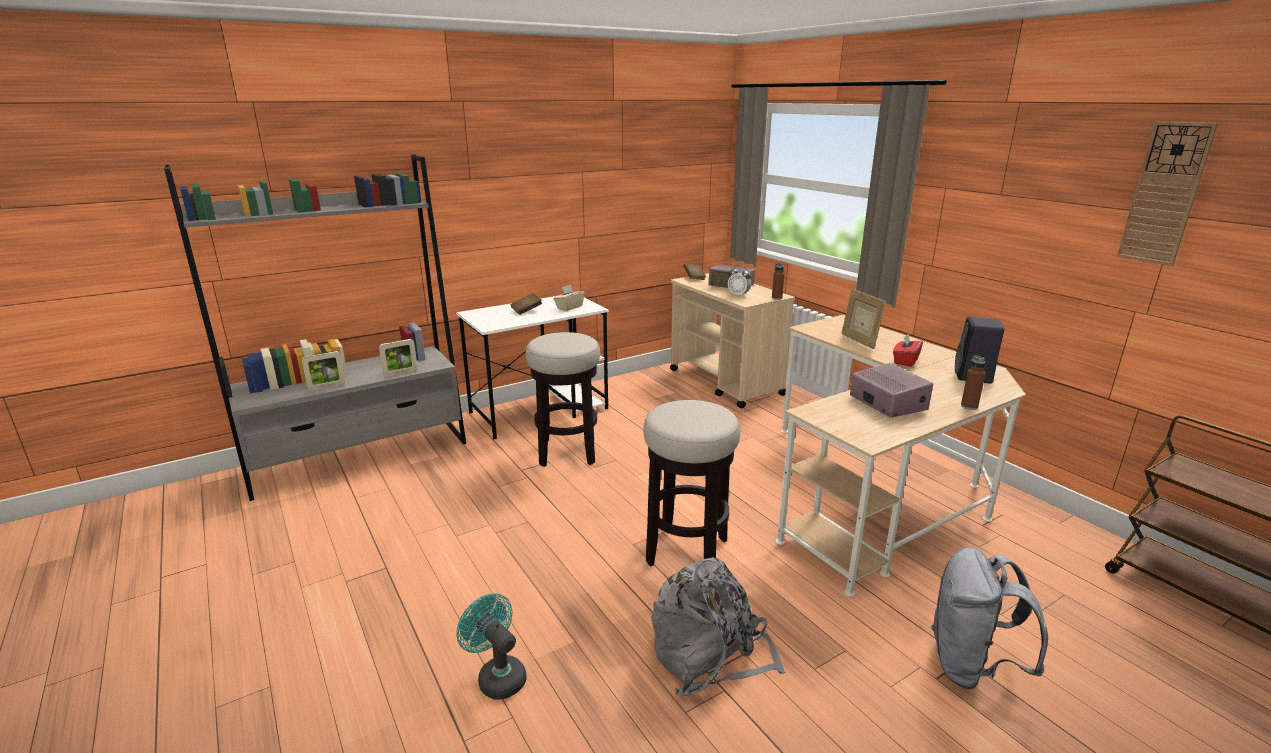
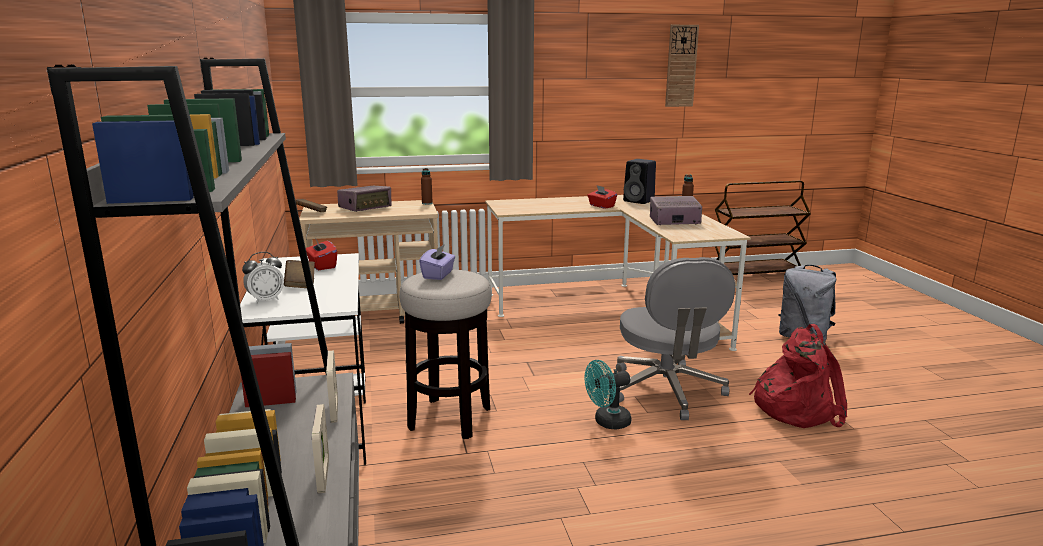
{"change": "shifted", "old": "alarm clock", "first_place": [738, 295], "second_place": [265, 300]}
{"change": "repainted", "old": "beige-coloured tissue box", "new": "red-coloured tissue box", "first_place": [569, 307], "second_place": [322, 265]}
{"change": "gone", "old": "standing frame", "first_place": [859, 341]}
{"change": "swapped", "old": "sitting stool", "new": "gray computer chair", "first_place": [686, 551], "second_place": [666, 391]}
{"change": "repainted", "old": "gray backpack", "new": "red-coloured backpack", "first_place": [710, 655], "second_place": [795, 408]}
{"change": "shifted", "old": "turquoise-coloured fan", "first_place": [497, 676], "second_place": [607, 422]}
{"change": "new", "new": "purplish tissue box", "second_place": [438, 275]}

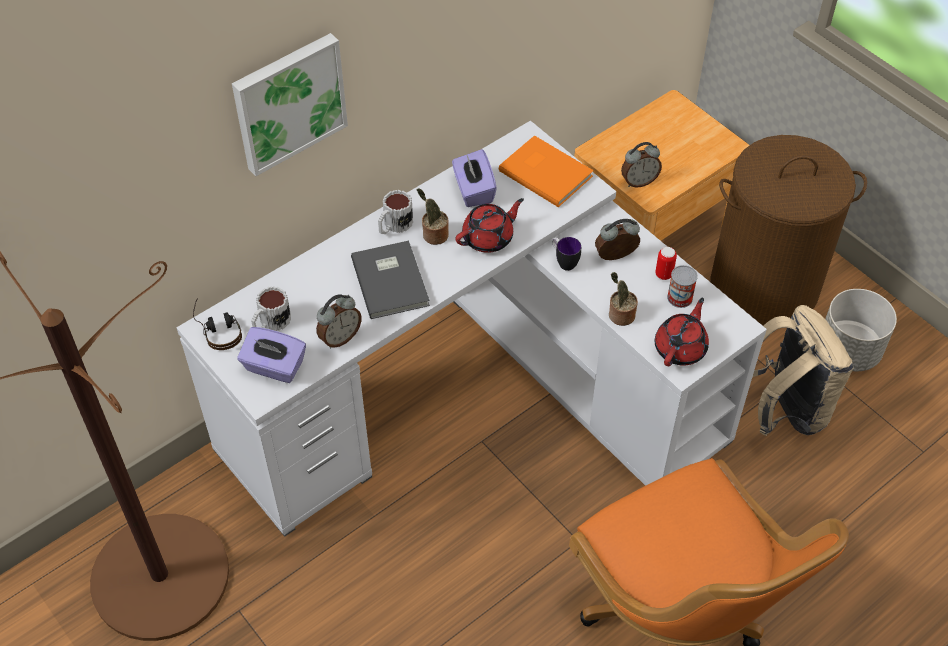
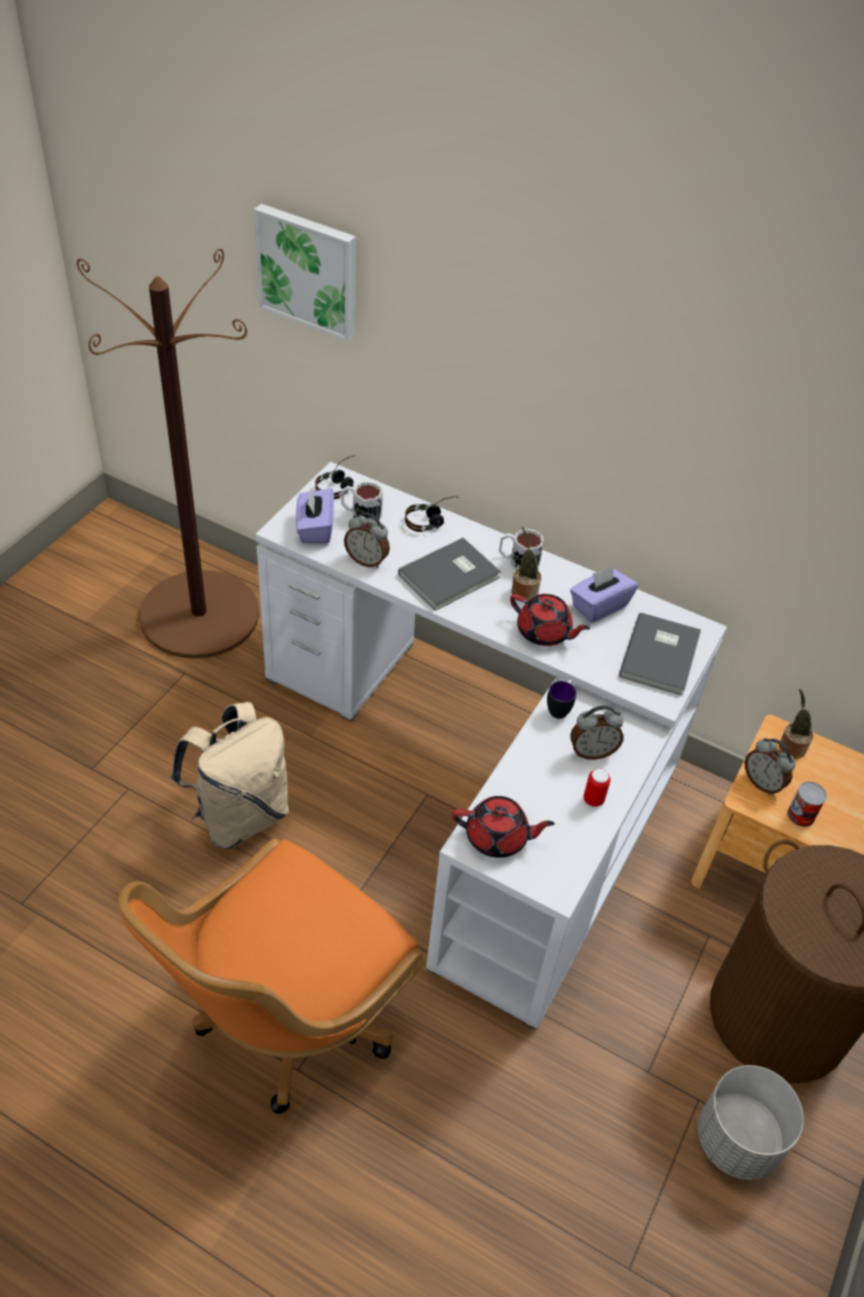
{"change": "shifted", "old": "wall art", "first_place": [288, 102], "second_place": [309, 271]}
{"change": "repainted", "old": "orangey volume", "new": "gray volume", "first_place": [546, 172], "second_place": [662, 655]}
{"change": "rotated", "old": "alarm clock", "first_place": [616, 257], "second_place": [592, 751], "degrees": 120}
{"change": "shifted", "old": "metal can", "first_place": [679, 297], "second_place": [801, 815]}
{"change": "shifted", "old": "potted plant", "first_place": [619, 315], "second_place": [790, 746]}
{"change": "shifted", "old": "beige-coloured backpack", "first_place": [783, 410], "second_place": [239, 815]}
{"change": "new", "new": "headset", "second_place": [432, 520]}

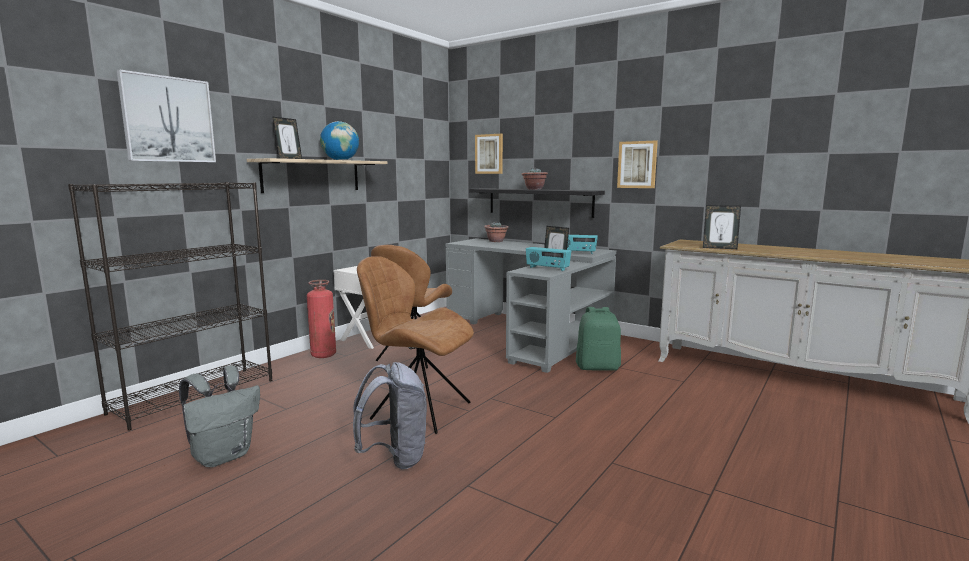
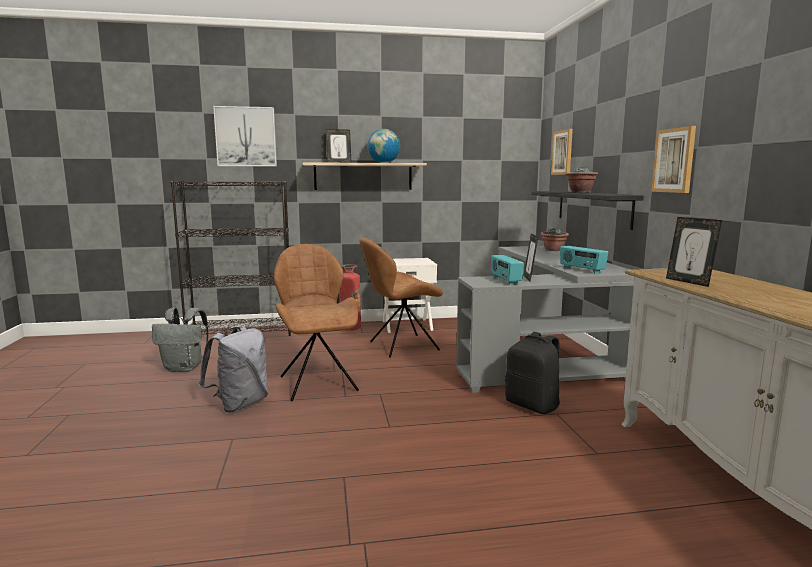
{"change": "repainted", "old": "greenish backpack", "new": "blackish backpack", "first_place": [598, 367], "second_place": [533, 405]}

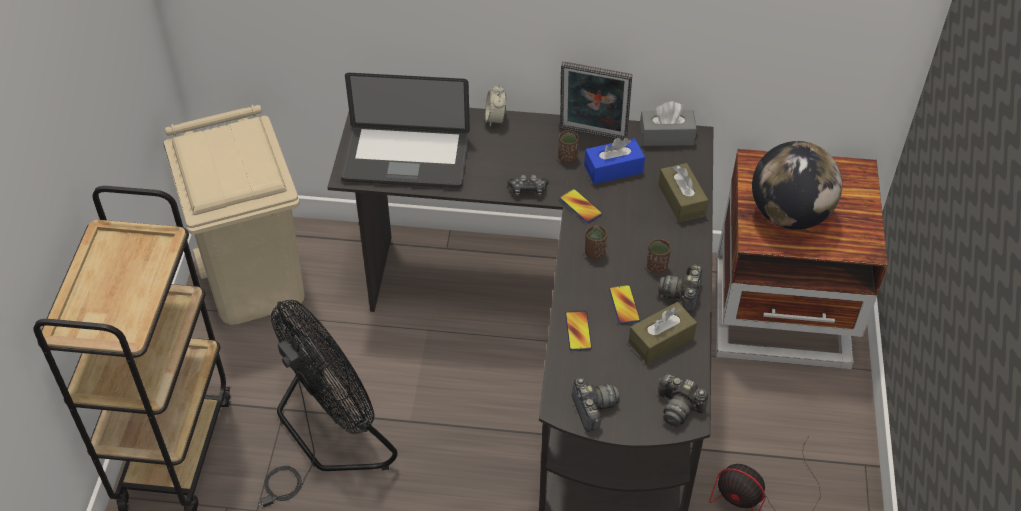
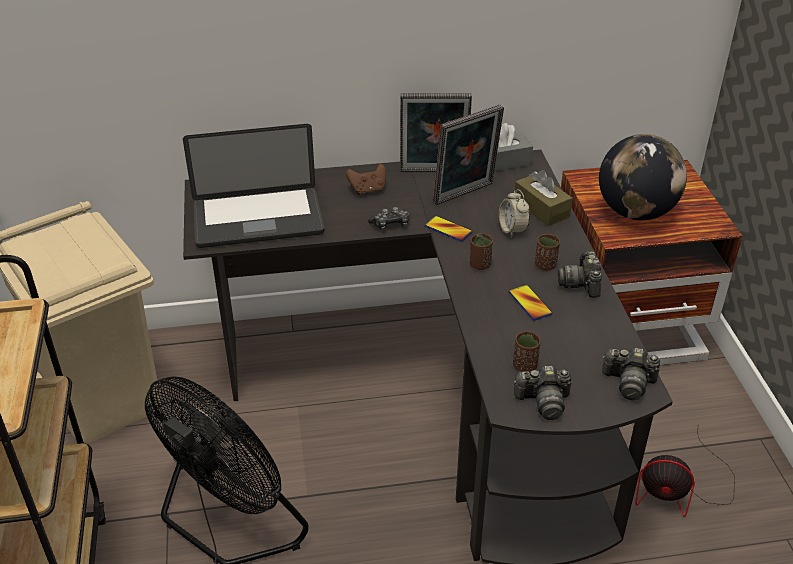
{"change": "shifted", "old": "alarm clock", "first_place": [495, 119], "second_place": [512, 230]}
{"change": "shifted", "old": "brown-coloured drinking cup", "first_place": [567, 157], "second_place": [525, 365]}
{"change": "swapped", "old": "bluish tissue box", "new": "standing frame", "first_place": [613, 169], "second_place": [465, 195]}
{"change": "gone", "old": "brown-coloured tissue box", "first_place": [661, 340]}
{"change": "gone", "old": "phone", "first_place": [578, 331]}
{"change": "rotated", "old": "still camera", "first_place": [593, 408], "second_place": [543, 402], "degrees": 120}
{"change": "new", "new": "brown-coloured gamepad", "second_place": [367, 189]}

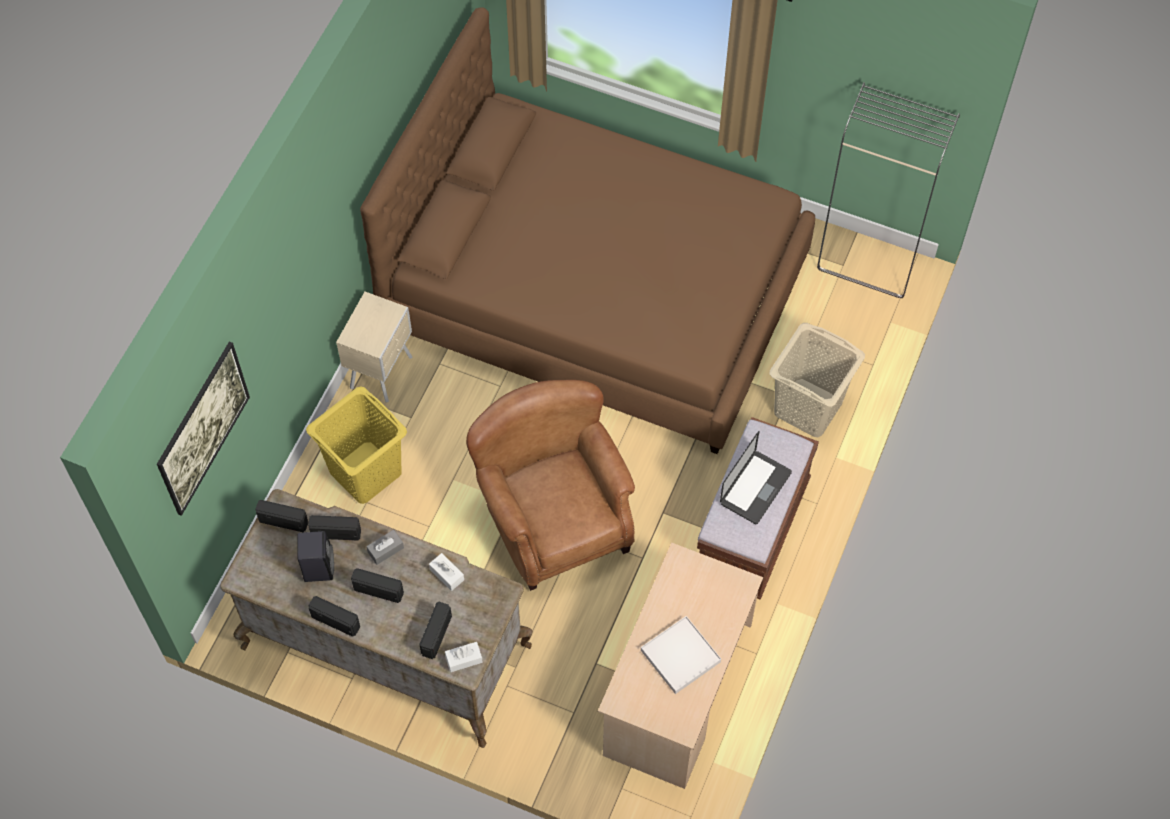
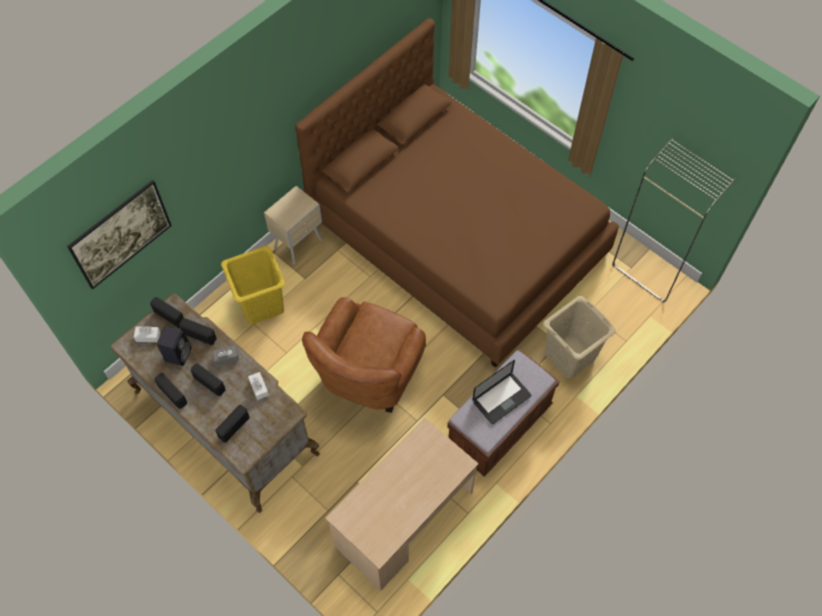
{"change": "rotated", "old": "brown-coloured armchair", "first_place": [554, 518], "second_place": [369, 374], "degrees": -150}
{"change": "gone", "old": "white serving tray", "first_place": [680, 656]}
{"change": "shifted", "old": "white tissue box", "first_place": [464, 659], "second_place": [148, 336]}

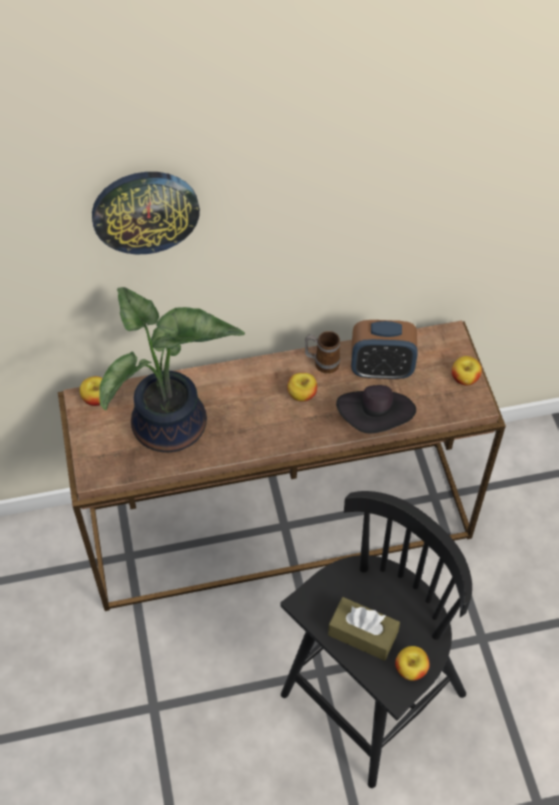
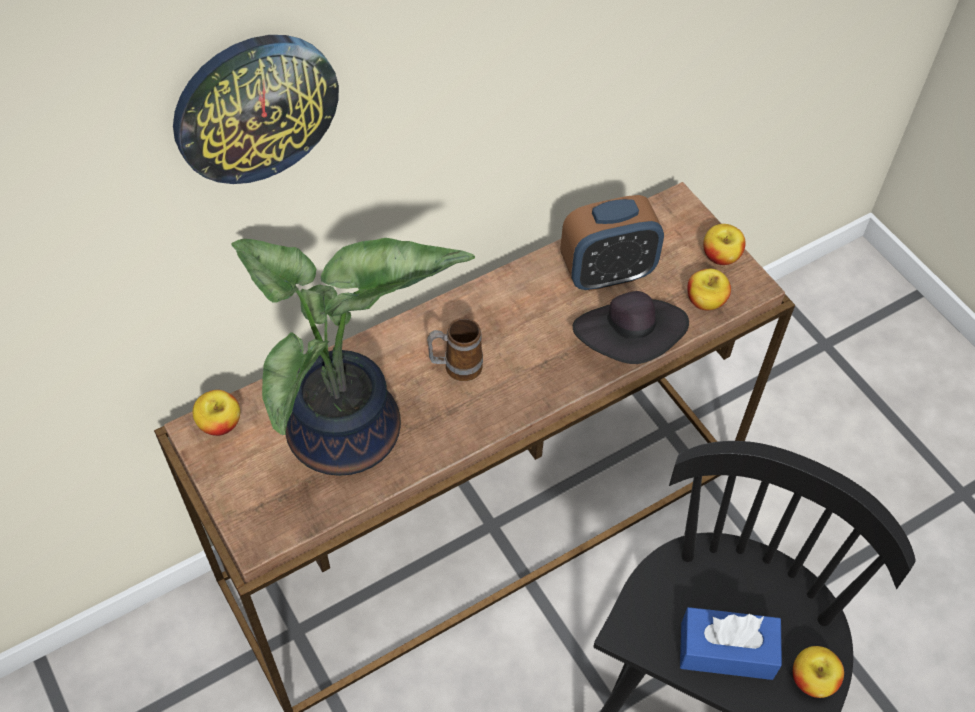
{"change": "shifted", "old": "coffee mug", "first_place": [321, 363], "second_place": [455, 367]}
{"change": "shifted", "old": "apple fruit", "first_place": [302, 394], "second_place": [705, 301]}
{"change": "repainted", "old": "brown-coloured tissue box", "new": "bluish tissue box", "first_place": [362, 634], "second_place": [726, 651]}

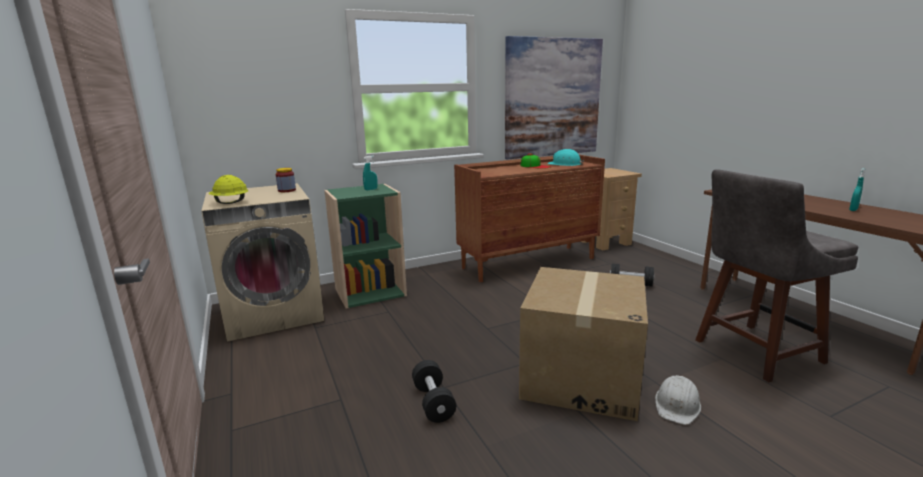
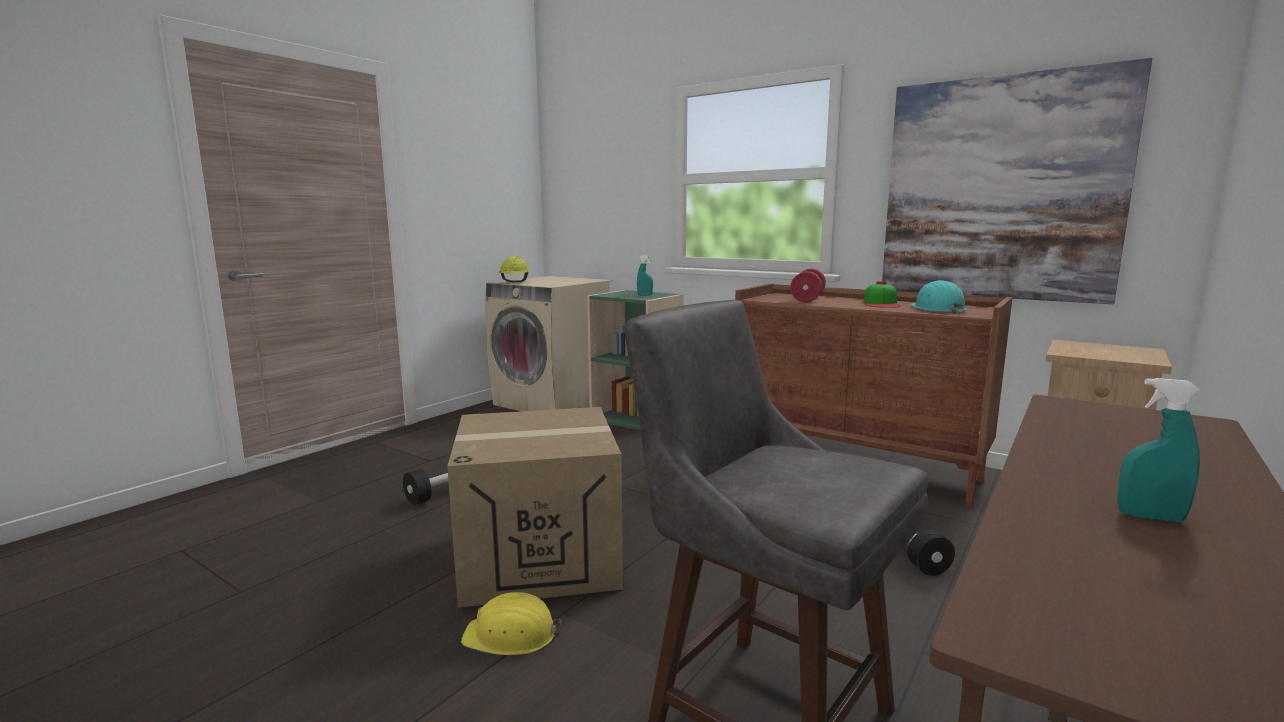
{"change": "gone", "old": "storage jar", "first_place": [287, 190]}
{"change": "repainted", "old": "white work helmet", "new": "yellow work helmet", "first_place": [677, 405], "second_place": [511, 635]}
{"change": "new", "new": "red-coloured dumbbell", "second_place": [807, 299]}

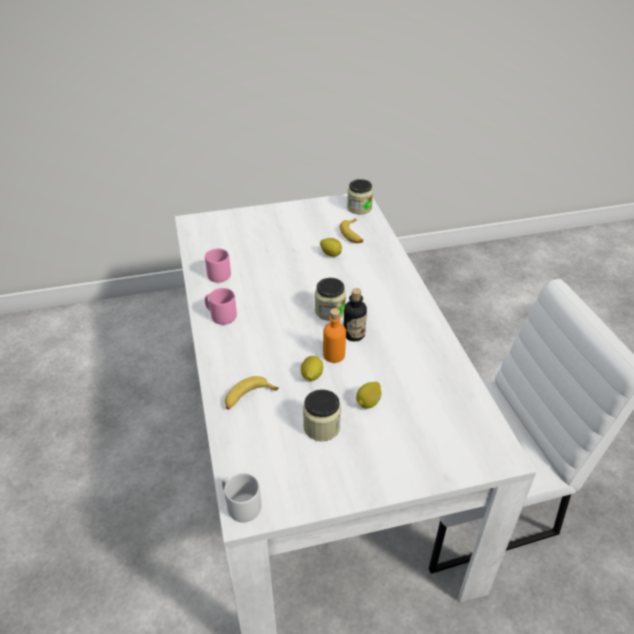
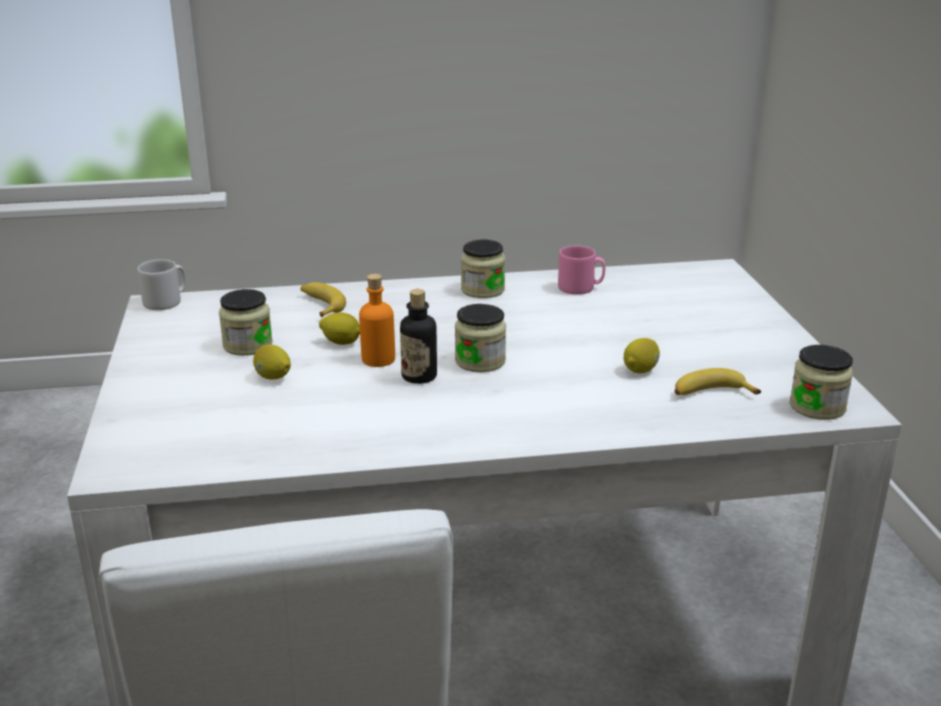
{"change": "swapped", "old": "pink coffee mug", "new": "storage jar", "first_place": [221, 315], "second_place": [482, 290]}

